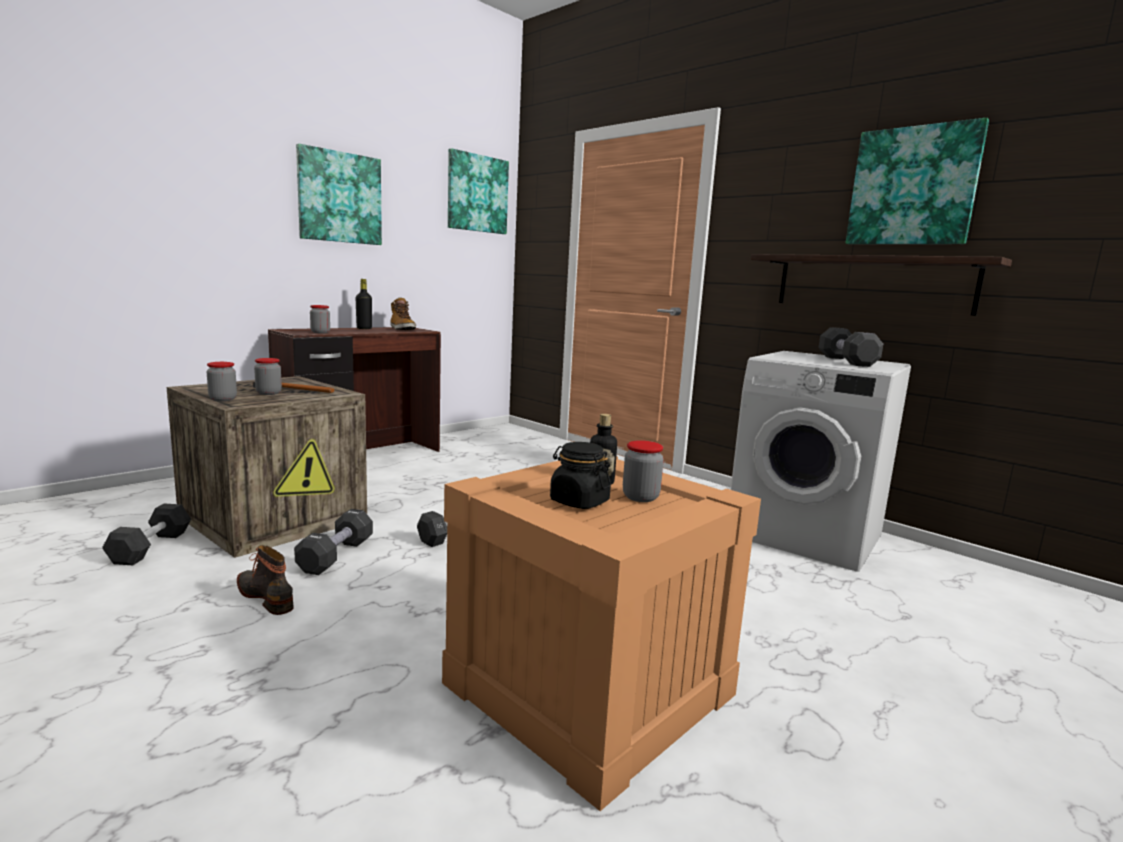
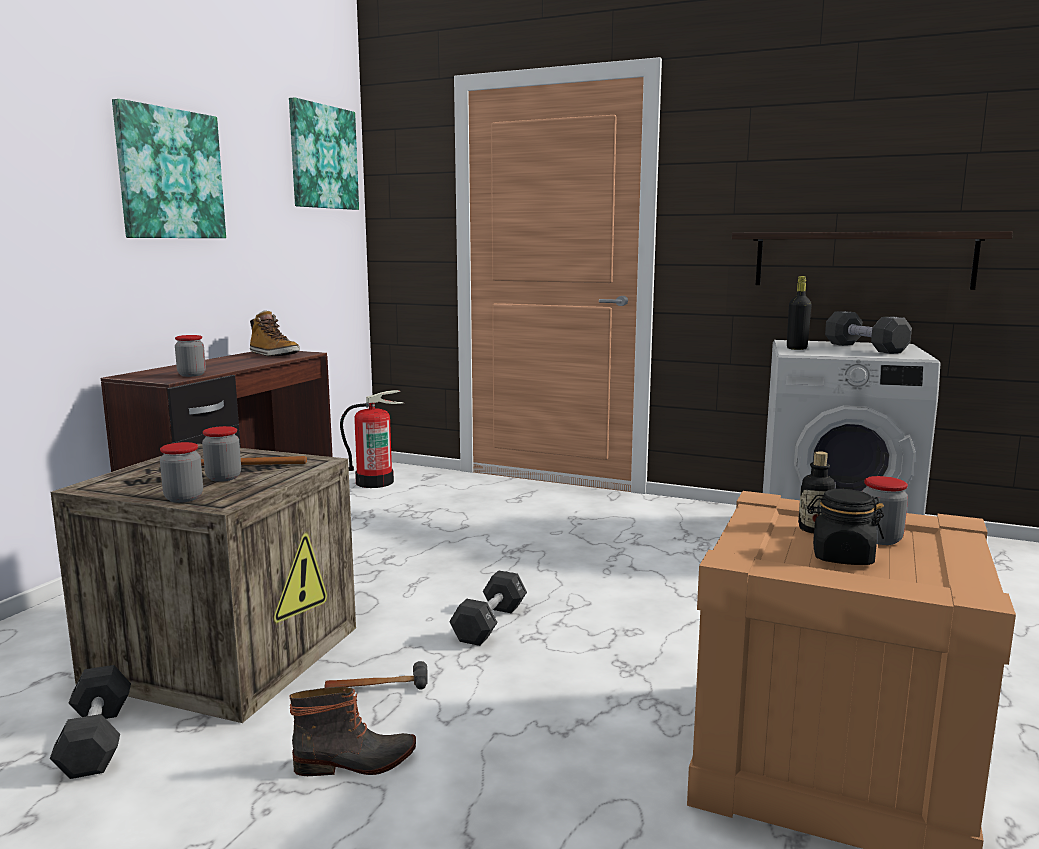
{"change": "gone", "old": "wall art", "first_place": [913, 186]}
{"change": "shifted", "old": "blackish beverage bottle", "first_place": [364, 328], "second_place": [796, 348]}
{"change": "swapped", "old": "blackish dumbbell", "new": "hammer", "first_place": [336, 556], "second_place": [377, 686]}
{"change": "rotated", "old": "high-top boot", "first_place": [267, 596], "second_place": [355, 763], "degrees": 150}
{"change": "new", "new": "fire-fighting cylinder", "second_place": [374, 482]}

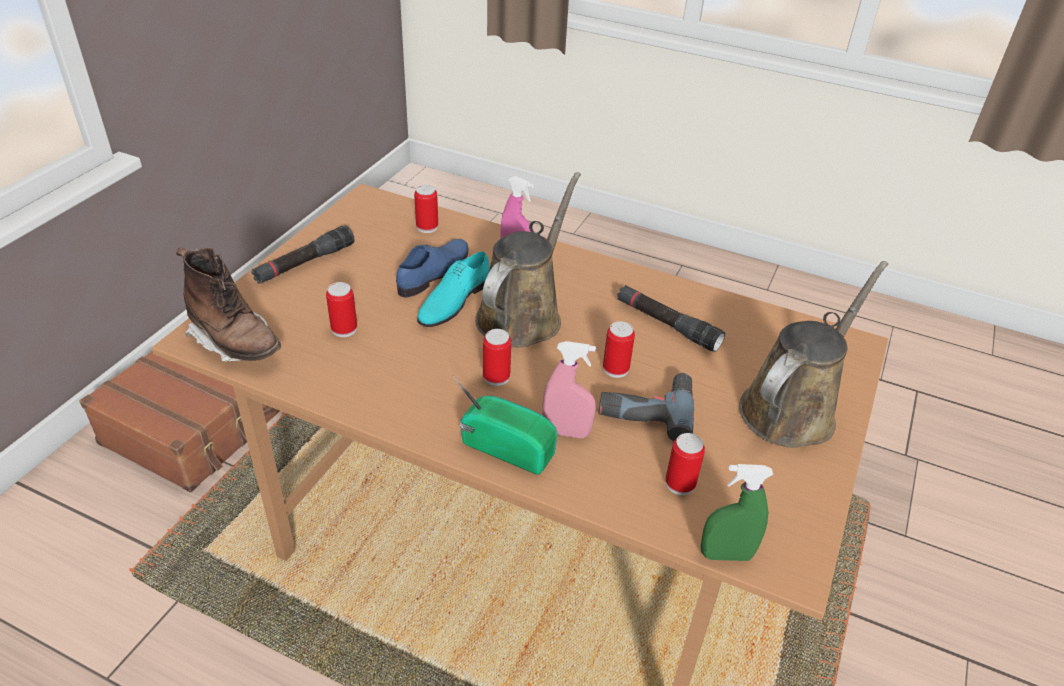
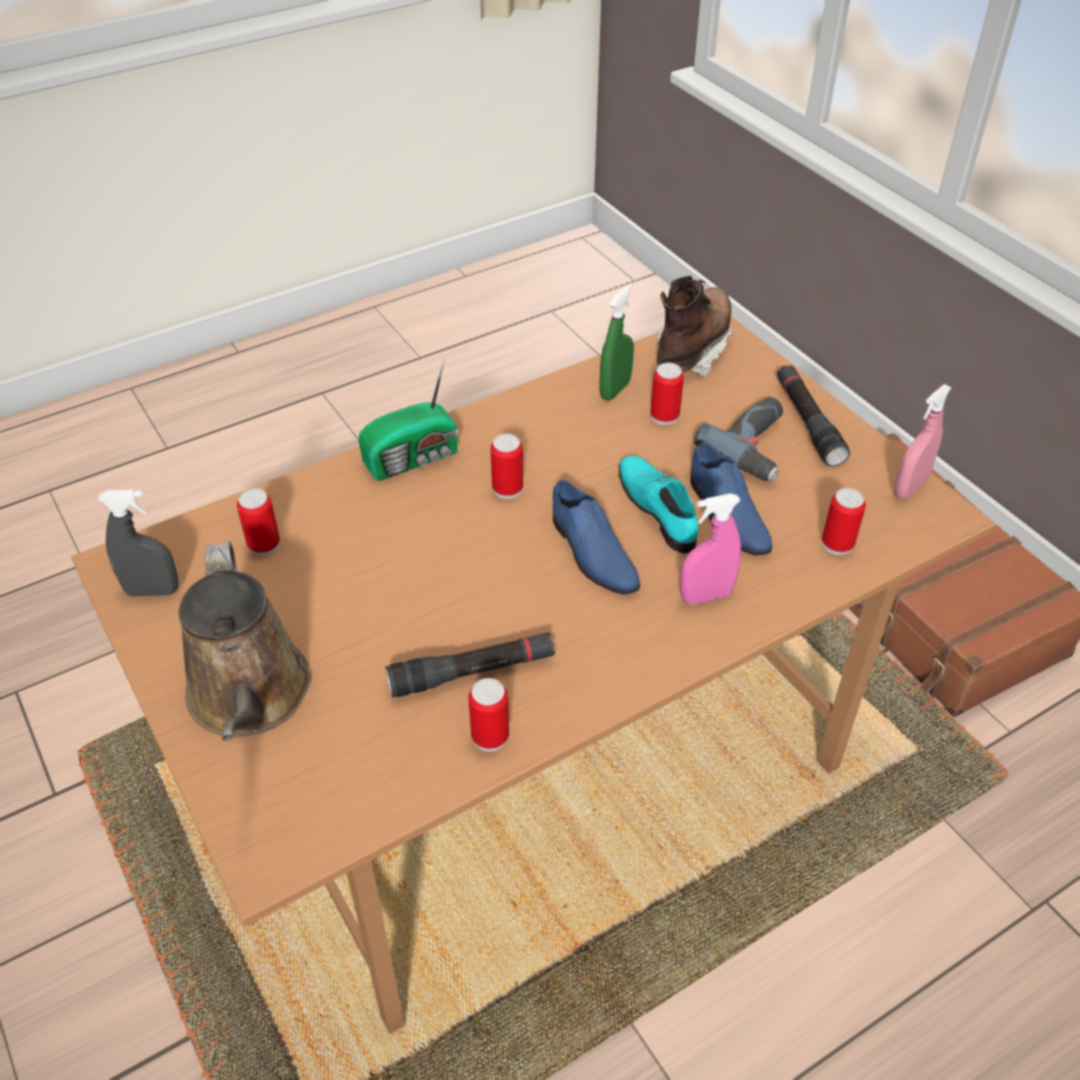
{"change": "swapped", "old": "brown-coloured watering can", "new": "bluish low shoe", "first_place": [523, 315], "second_place": [591, 552]}
{"change": "rotated", "old": "brown-coloured high-top boot", "first_place": [235, 342], "second_place": [692, 349], "degrees": 135}
{"change": "shifted", "old": "metal can", "first_place": [615, 369], "second_place": [490, 736]}
{"change": "shifted", "old": "pink hand sprayer", "first_place": [566, 432], "second_place": [910, 488]}
{"change": "shifted", "old": "electric drill", "first_place": [646, 407], "second_place": [757, 447]}
{"change": "shifted", "old": "greenish hand sprayer", "first_place": [726, 555], "second_place": [615, 390]}
{"change": "new", "new": "gray hand sprayer", "second_place": [152, 591]}

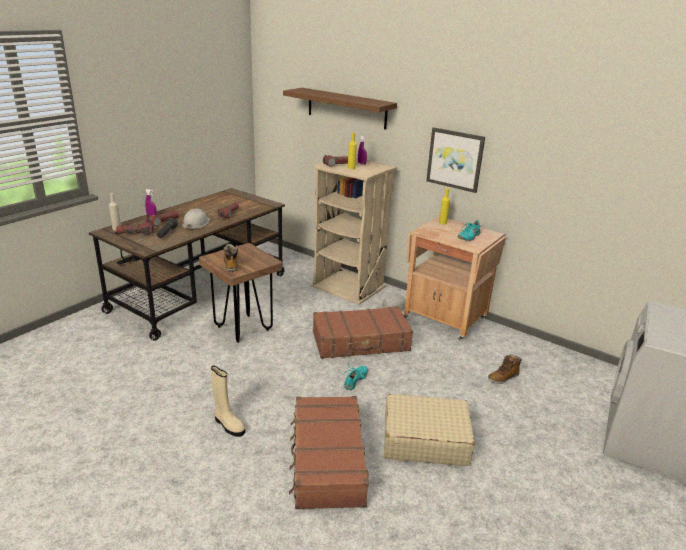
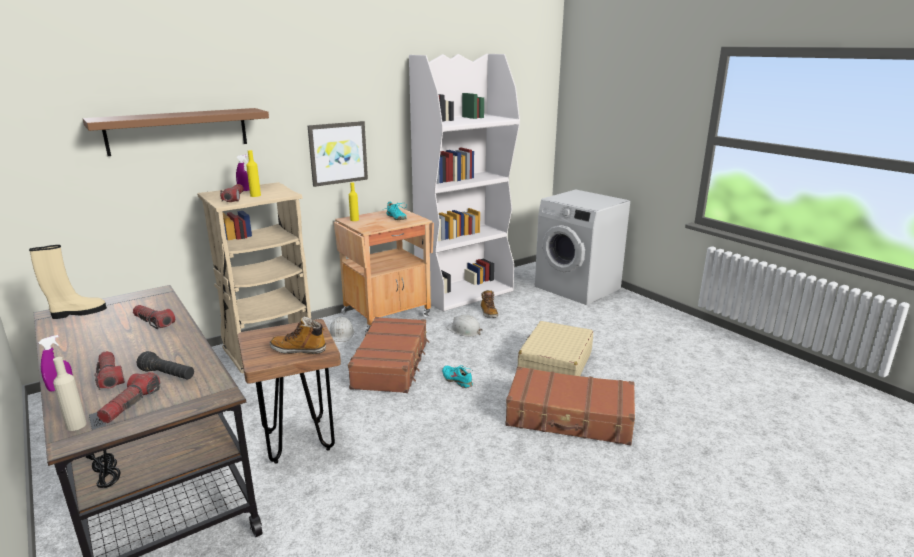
{"change": "shifted", "old": "white work helmet", "first_place": [196, 223], "second_place": [464, 330]}
{"change": "shifted", "old": "beige-coloured high-top boot", "first_place": [228, 425], "second_place": [77, 313]}
{"change": "new", "new": "white shelving unit", "second_place": [465, 292]}

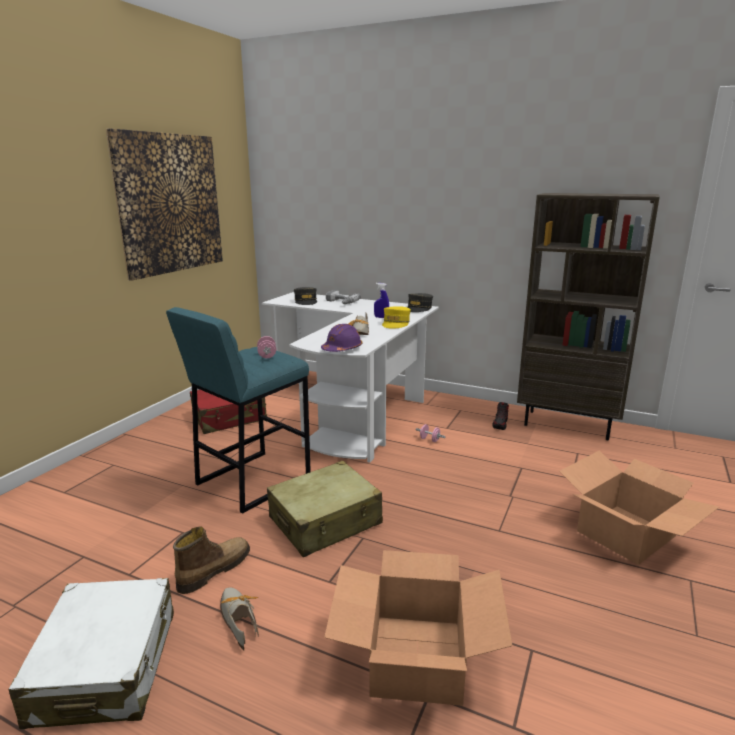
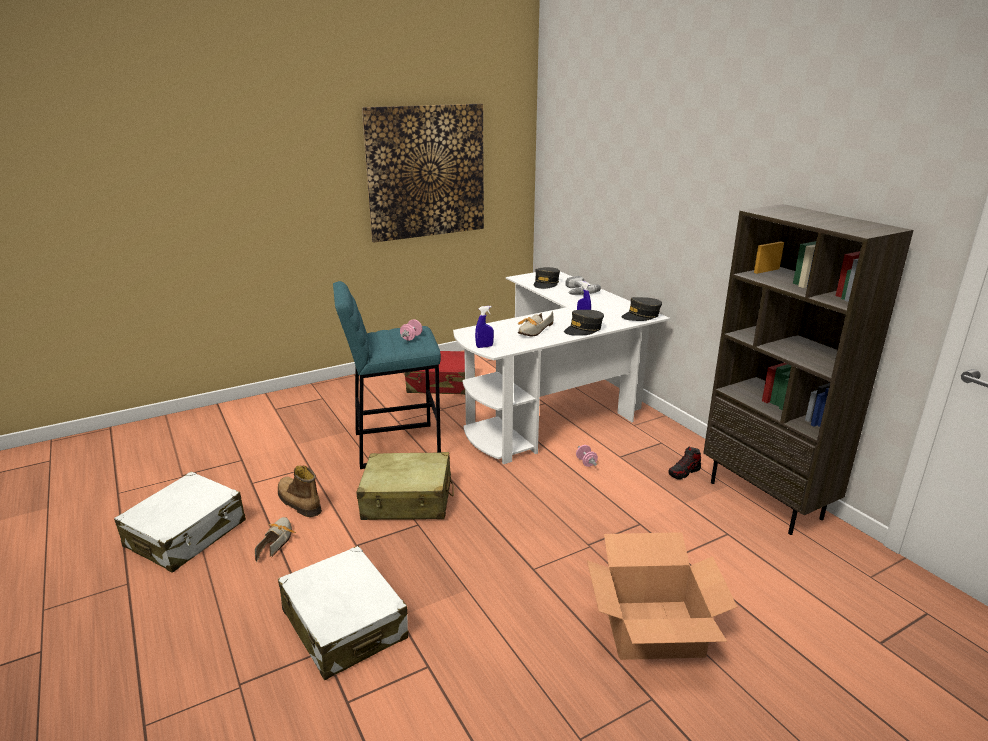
{"change": "repainted", "old": "yellow peaked cap", "new": "gray peaked cap", "first_place": [396, 323], "second_place": [583, 329]}
{"change": "swapped", "old": "purplish work helmet", "new": "bluish hand sprayer", "first_place": [342, 349], "second_place": [484, 346]}
{"change": "rotated", "old": "high-top boot", "first_place": [213, 570], "second_place": [298, 502], "degrees": -120}
{"change": "swapped", "old": "carton", "new": "white suitcase", "first_place": [415, 658], "second_place": [344, 625]}

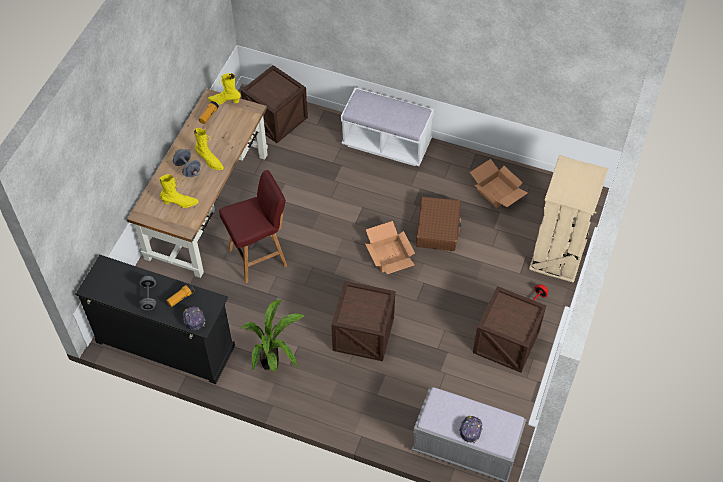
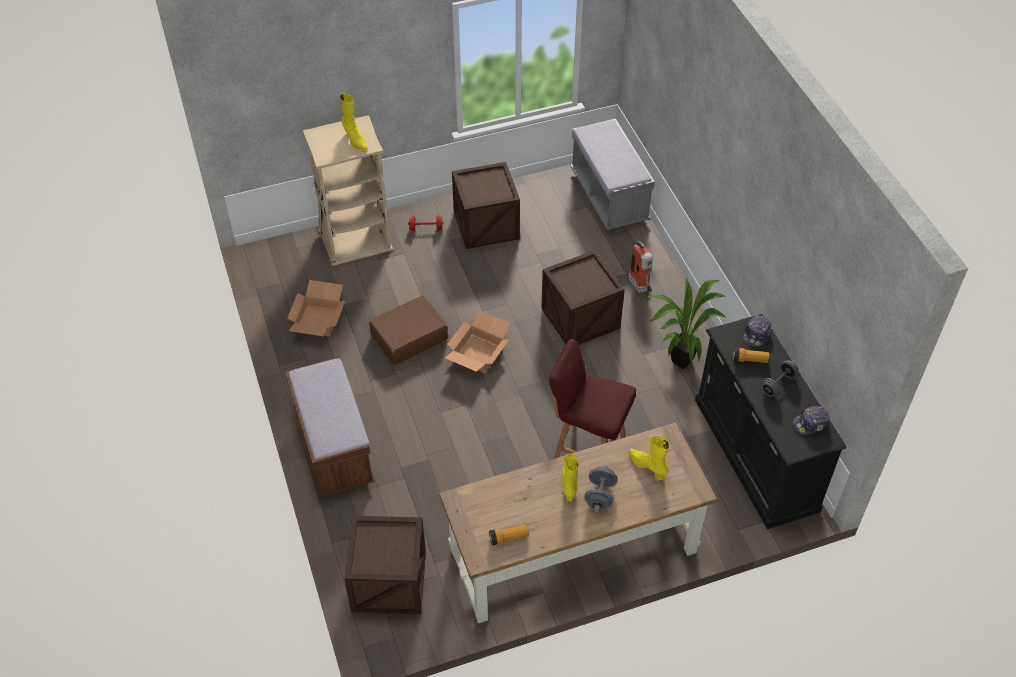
{"change": "shifted", "old": "yellow high-top boot", "first_place": [224, 101], "second_place": [355, 140]}
{"change": "repainted", "old": "white indoor bench", "new": "brown-coloured indoor bench", "first_place": [386, 144], "second_place": [333, 448]}
{"change": "shifted", "old": "peaked cap", "first_place": [470, 430], "second_place": [810, 424]}
{"change": "new", "new": "fire-fighting cylinder", "second_place": [641, 288]}

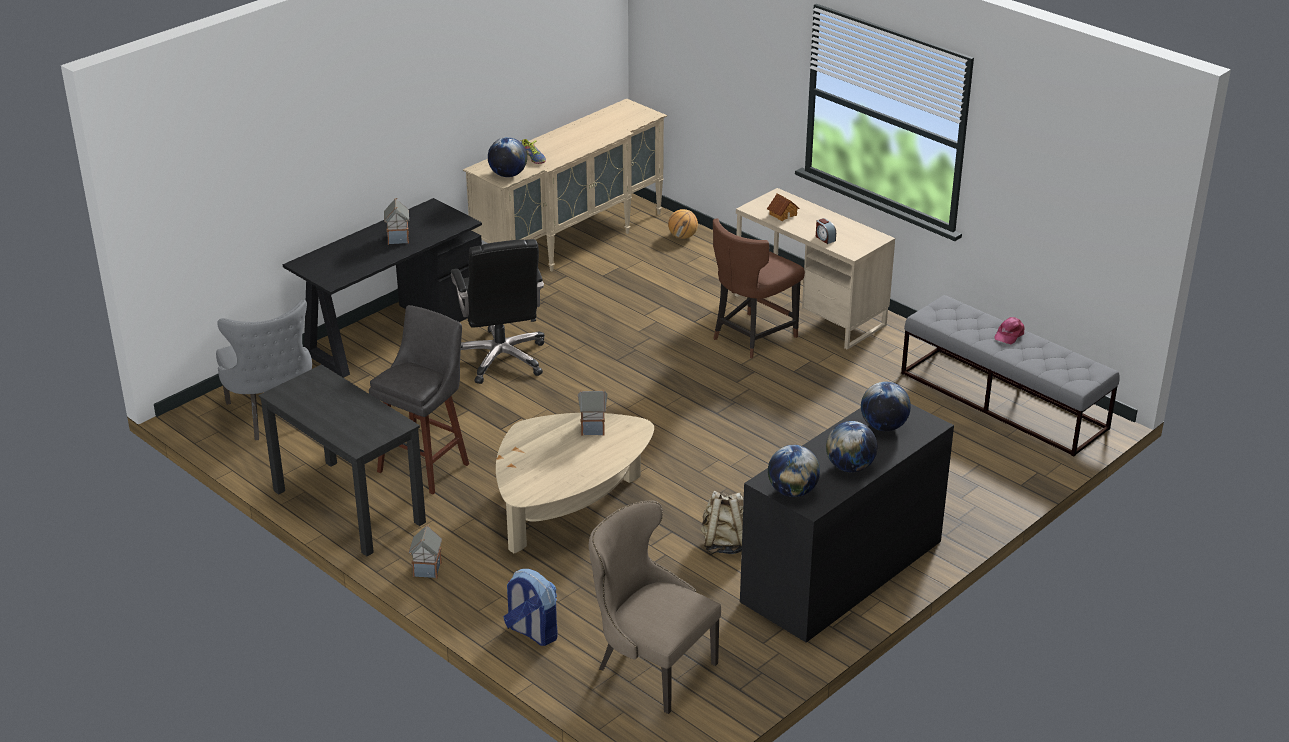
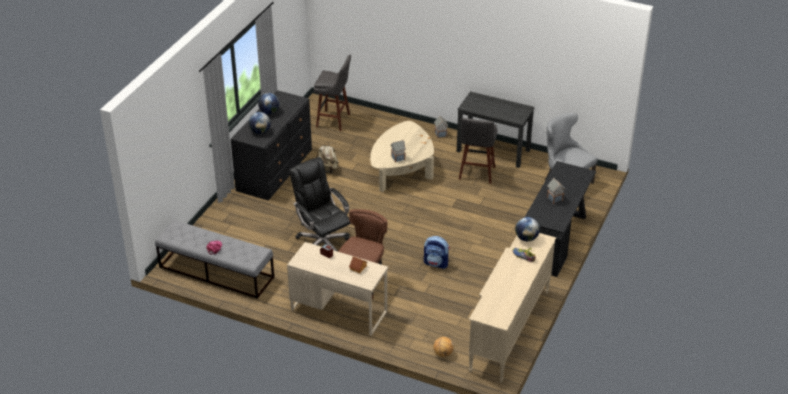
{"change": "shifted", "old": "blackish computer chair", "first_place": [501, 358], "second_place": [322, 243]}
{"change": "gone", "old": "world globe", "first_place": [792, 491]}
{"change": "swapped", "old": "beige-coloured chair", "new": "gray sitting stool", "first_place": [651, 667], "second_place": [334, 121]}
{"change": "shifted", "old": "backpack", "first_place": [532, 632], "second_place": [436, 263]}

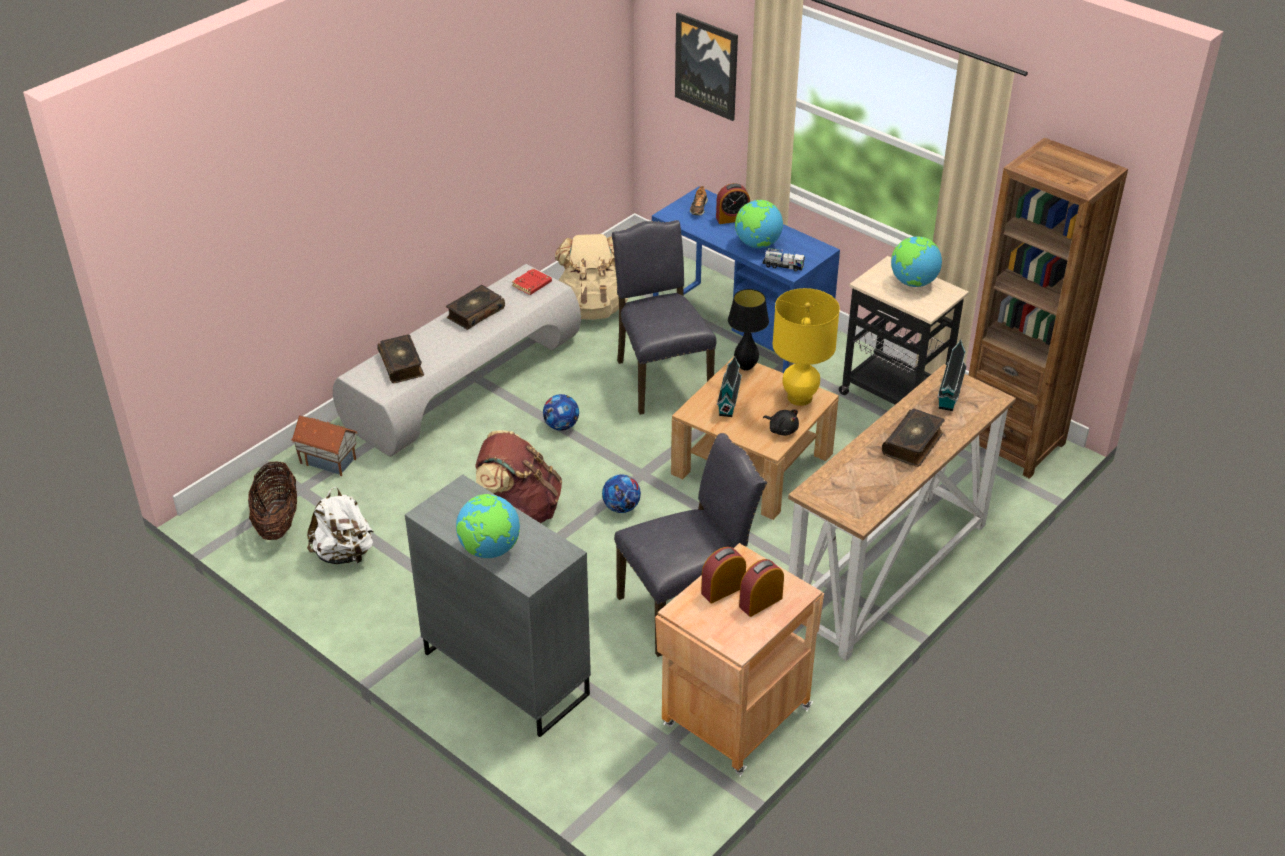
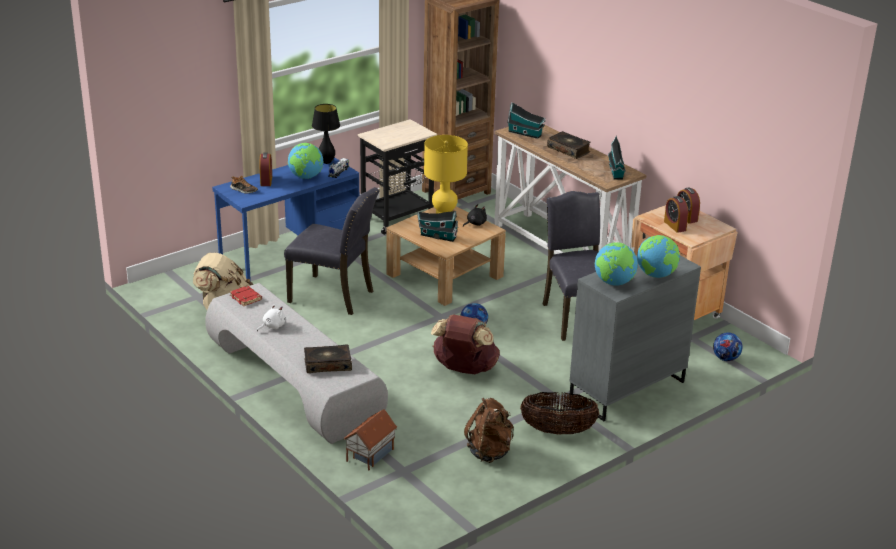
{"change": "gone", "old": "wall art", "first_place": [707, 66]}
{"change": "rotated", "old": "gray chair", "first_place": [660, 378], "second_place": [333, 296], "degrees": -150}
{"change": "shifted", "old": "world globe", "first_place": [913, 283], "second_place": [614, 283]}
{"change": "swapped", "old": "volume", "new": "white soft toy", "first_place": [475, 313], "second_place": [272, 326]}
{"change": "shifted", "old": "blackish lamp for a table", "first_place": [746, 367], "second_place": [326, 162]}
{"change": "shifted", "old": "ball for football", "first_place": [561, 426], "second_place": [725, 358]}
{"change": "shifted", "old": "household basket", "first_place": [277, 522], "second_place": [558, 431]}
{"change": "repainted", "old": "white backpack", "new": "brown-coloured backpack", "first_place": [344, 554], "second_place": [489, 452]}
{"change": "new", "new": "toy house", "second_place": [616, 172]}

